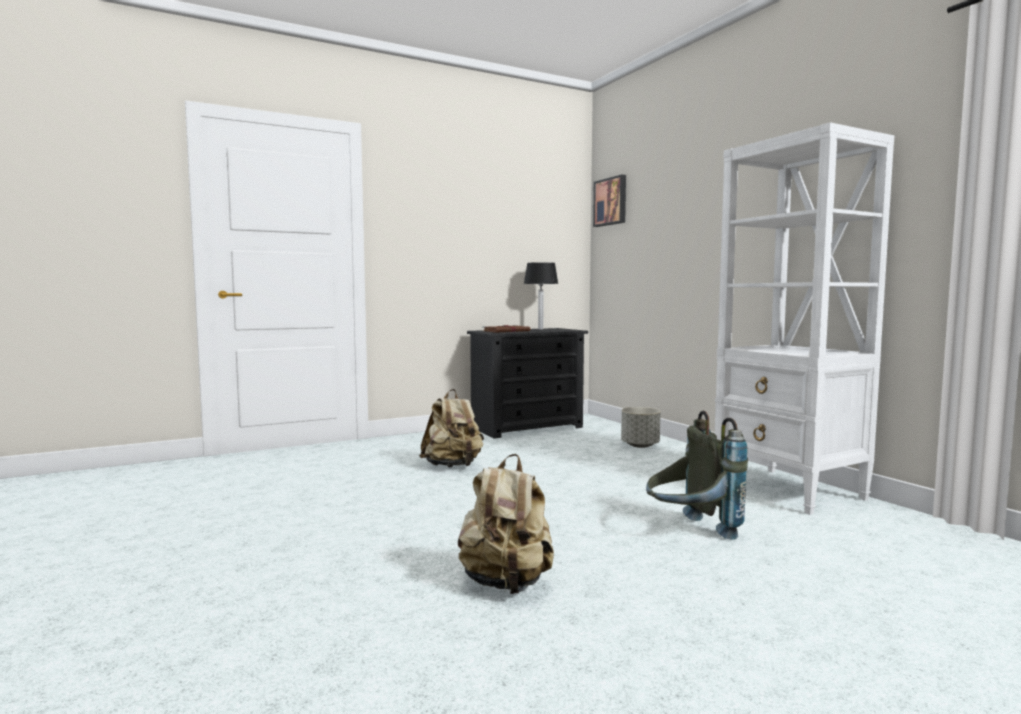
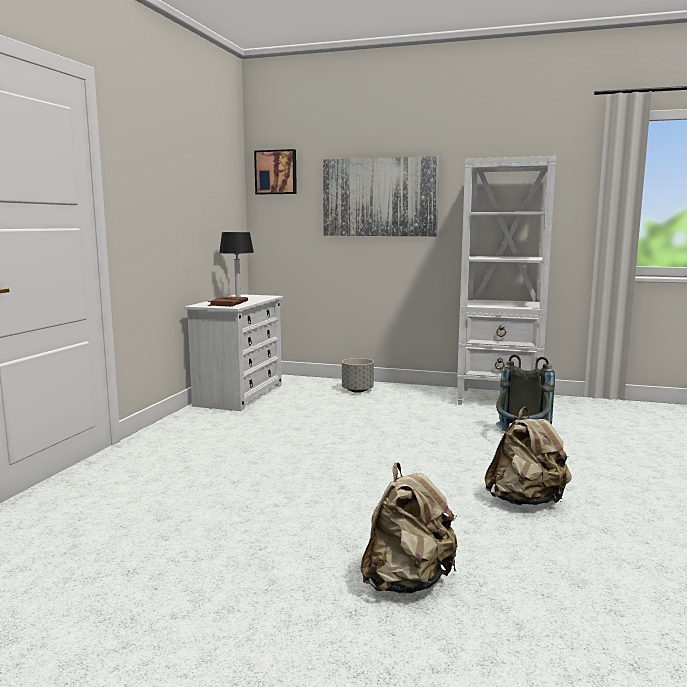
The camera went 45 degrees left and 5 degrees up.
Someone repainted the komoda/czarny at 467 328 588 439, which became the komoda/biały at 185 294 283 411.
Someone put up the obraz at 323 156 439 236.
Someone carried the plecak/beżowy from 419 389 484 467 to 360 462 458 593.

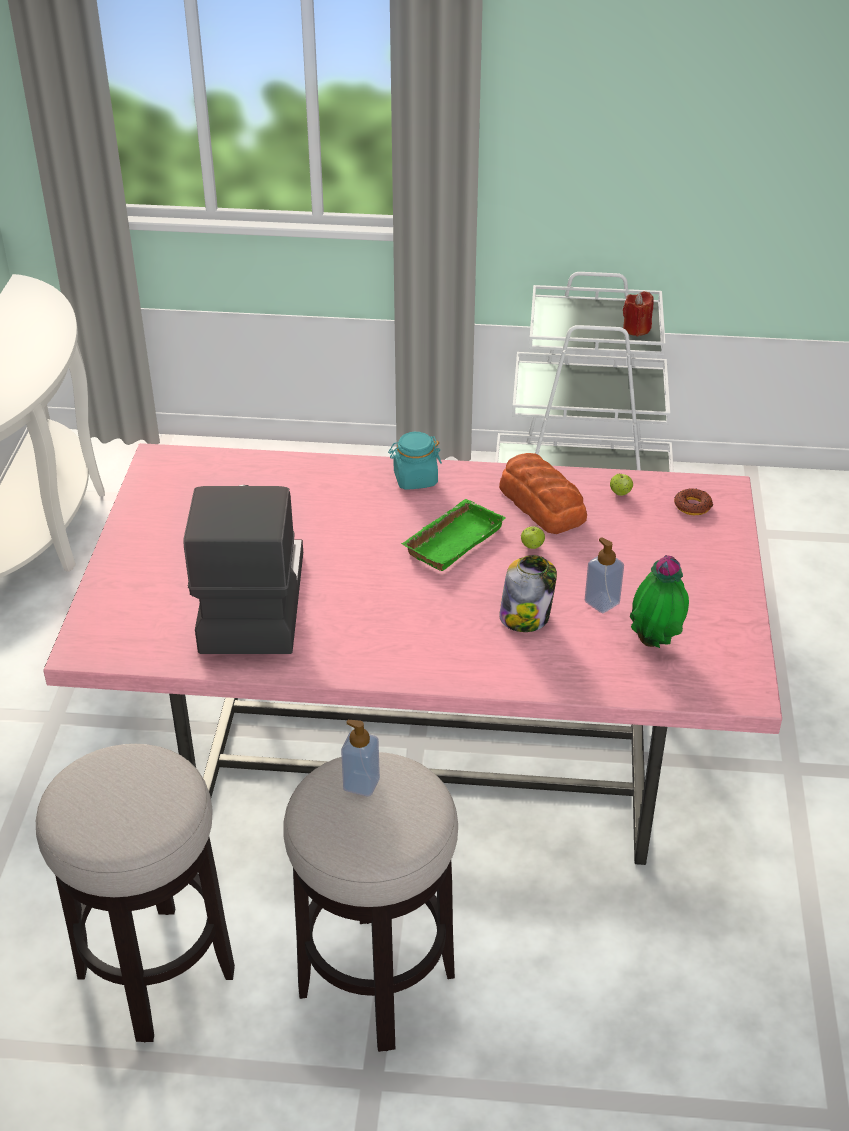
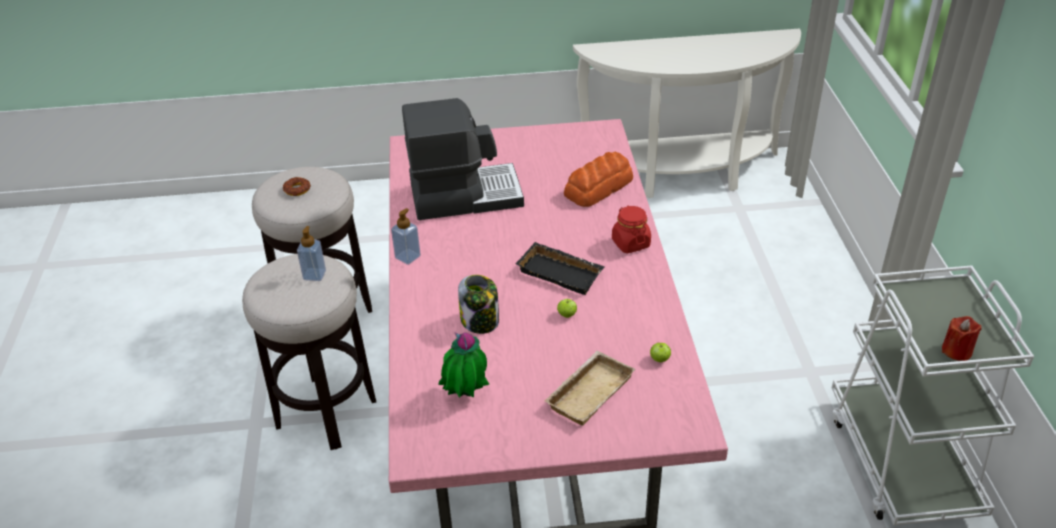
The camera went 80 degrees right and 0 degrees up.
Someone carried the donut from 674 489 713 515 to 283 177 310 196.
Someone carried the dozownik mydła from 585 537 624 613 to 391 208 421 265.
Someone repainted the taca/zielony at 401 499 506 571, which became the taca/czarny at 515 242 605 295.
Someone put down the taca/beżowy at 544 351 635 426.
Someone carried the chleb from 499 453 587 534 to 564 151 633 207.
Someone repainted the słoik/turkusowy at 388 432 442 490, which became the słoik/czerwony at 612 206 651 253.

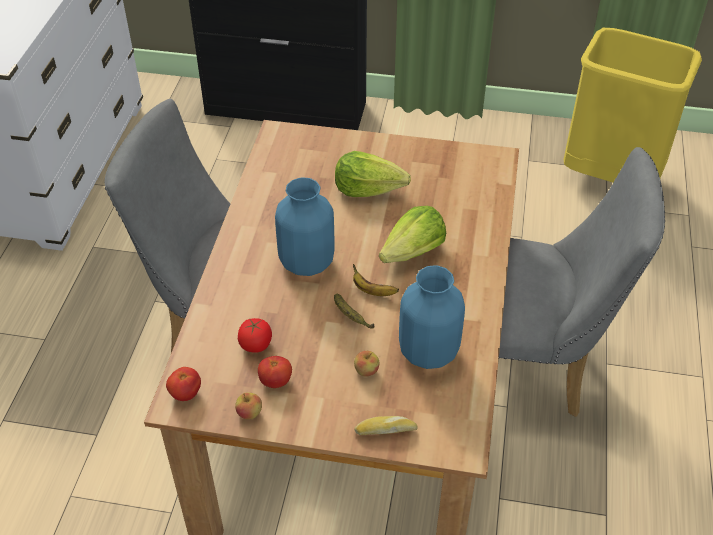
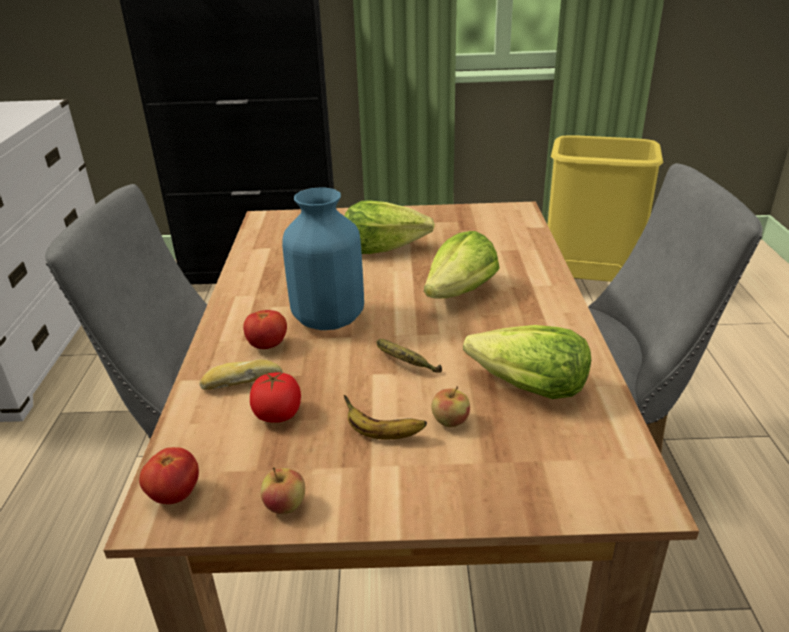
The camera went 10 degrees left and 15 degrees down.
Someone carried the chleb from 354 416 418 435 to 199 359 282 390.
Someone carried the pomidor from 258 356 292 388 to 243 310 287 349.
Someone carried the banan from 353 264 399 296 to 344 395 427 440.
Someone swapped the wazon/niebieski at 399 265 465 369 for the sałata at 463 325 591 399.

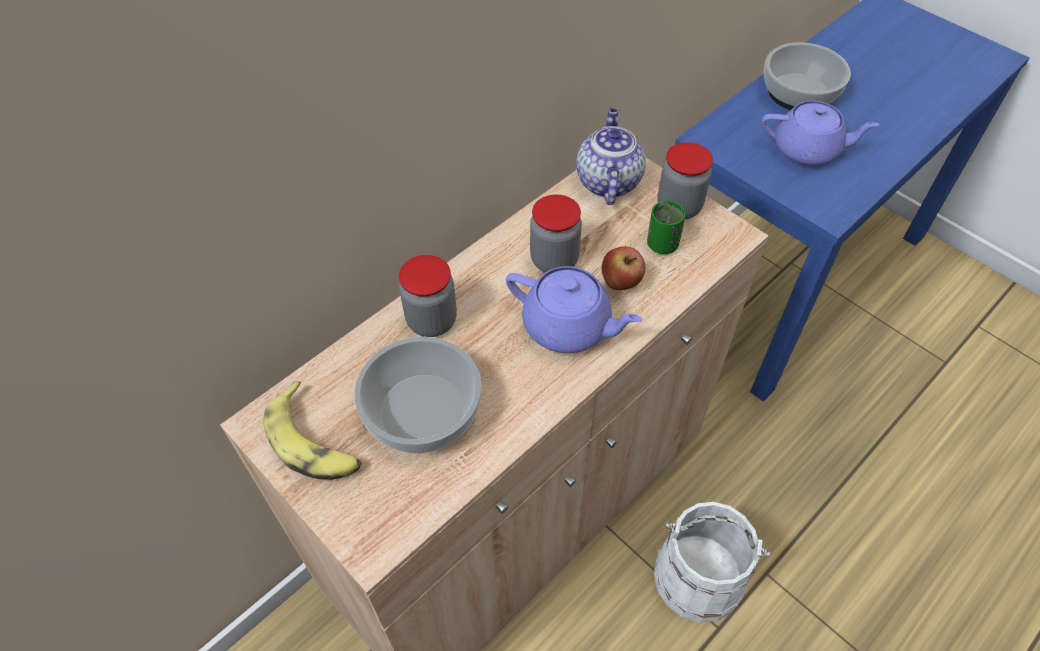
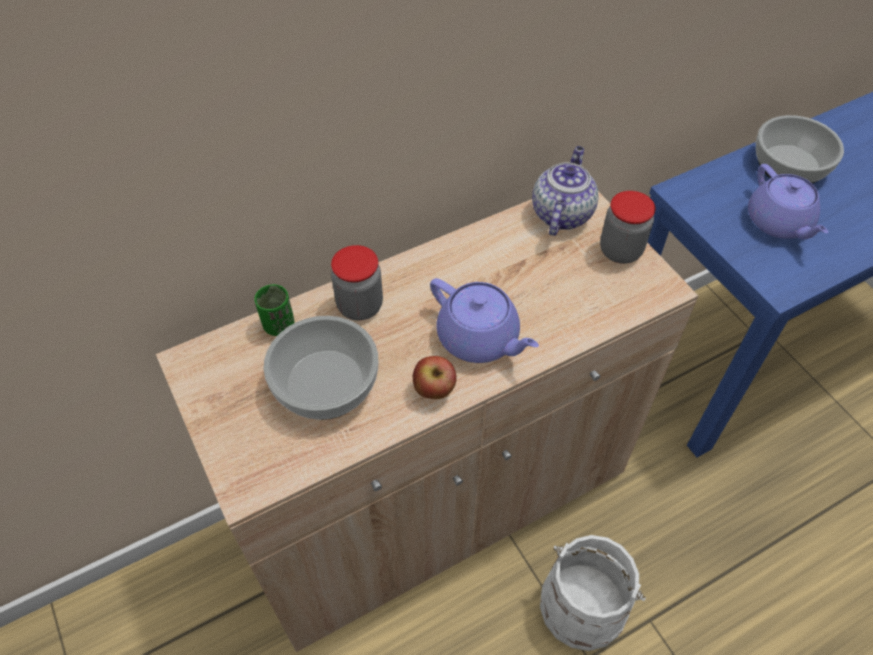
The camera went 15 degrees right and 0 degrees up.
Someone carried the filiżanka/zielony from 647 201 685 254 to 254 284 295 336.
Someone carried the jabłko from 601 246 645 290 to 413 356 456 399.
Someone rotated the imbryk/fioletowy at 761 101 880 166 by 45 degrees clockwise.
Someone took away the banan at 264 381 362 480.
Someone took away the słoik at 530 194 582 273.

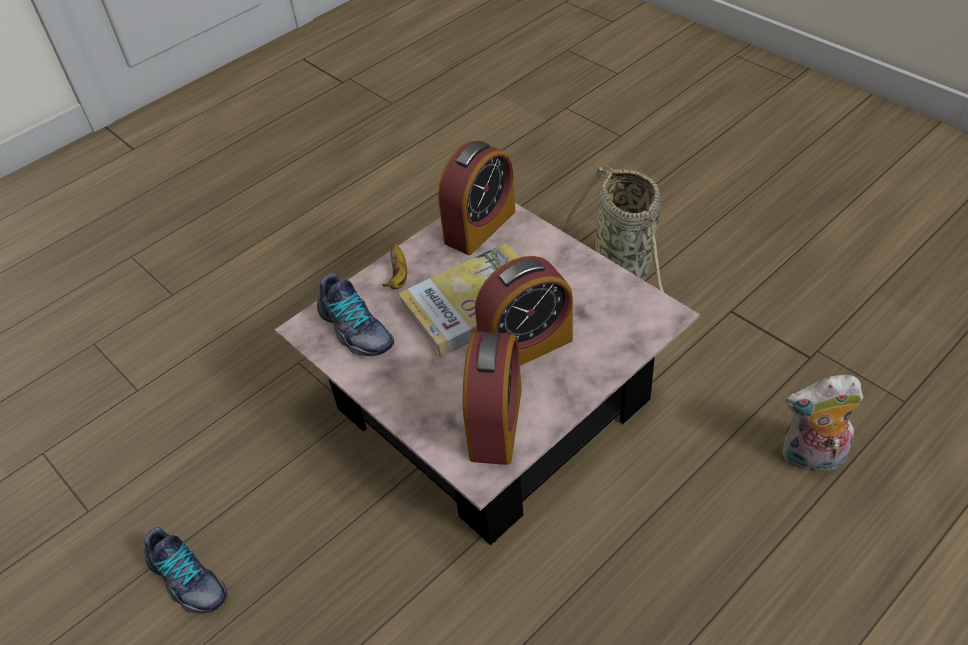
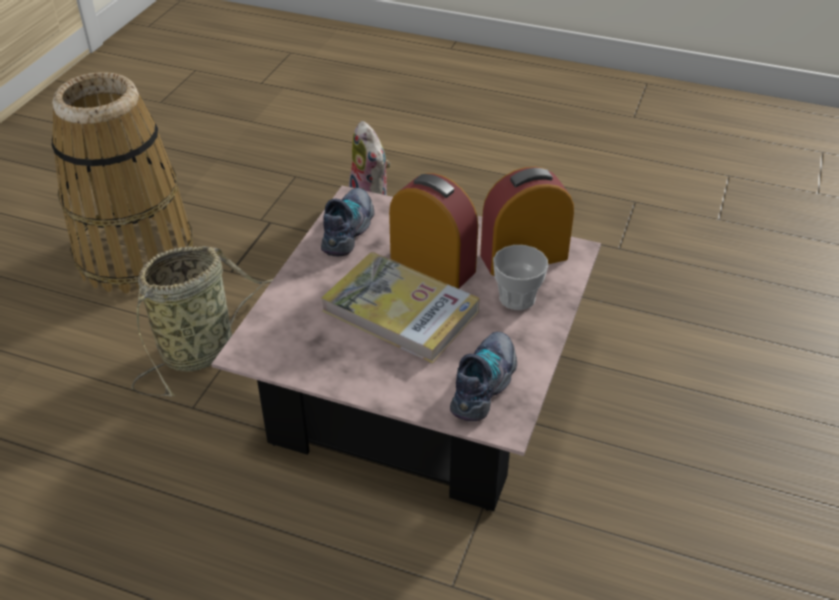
The camera went 120 degrees left and 5 degrees down.
Someone put down the koszyk at 52 72 194 293.
Someone carried the but from 144 527 227 613 to 321 188 375 257.
Someone put down the filiżanka at 493 245 548 310.
Someone took away the banan at 382 243 407 289.
Someone took away the budzik at 438 141 515 255.

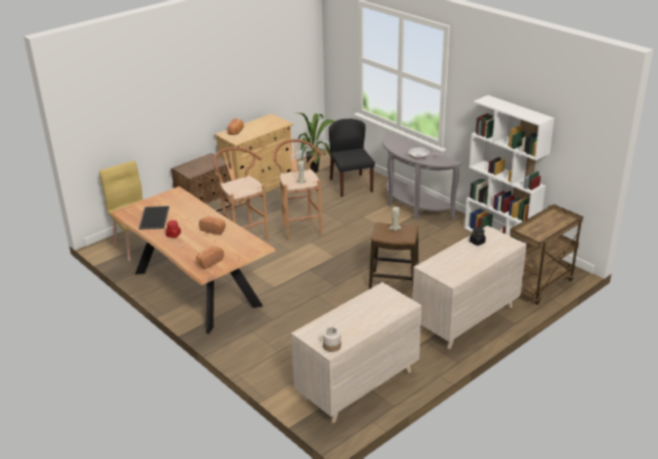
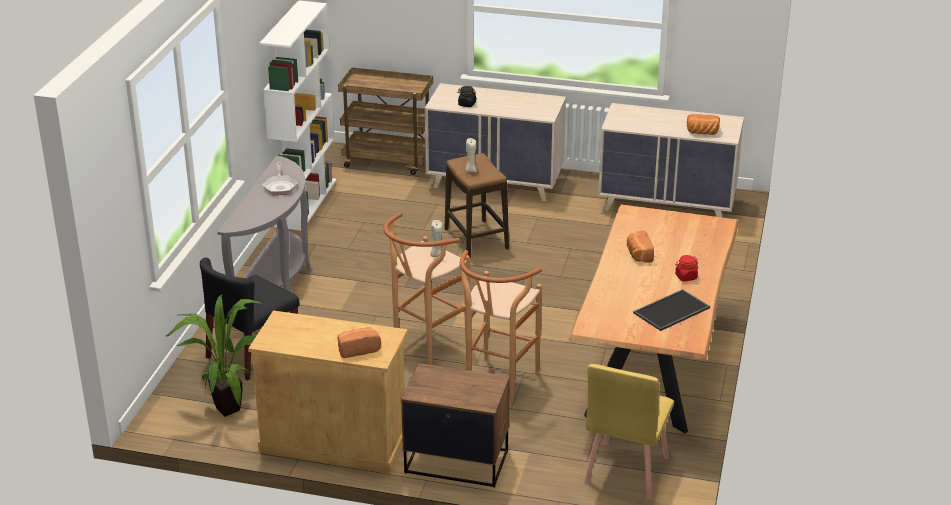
The camera went 125 degrees left and 0 degrees up.
Someone carried the chleb from 196 246 224 269 to 687 114 720 135.
Someone took away the słoik at 323 327 341 352.

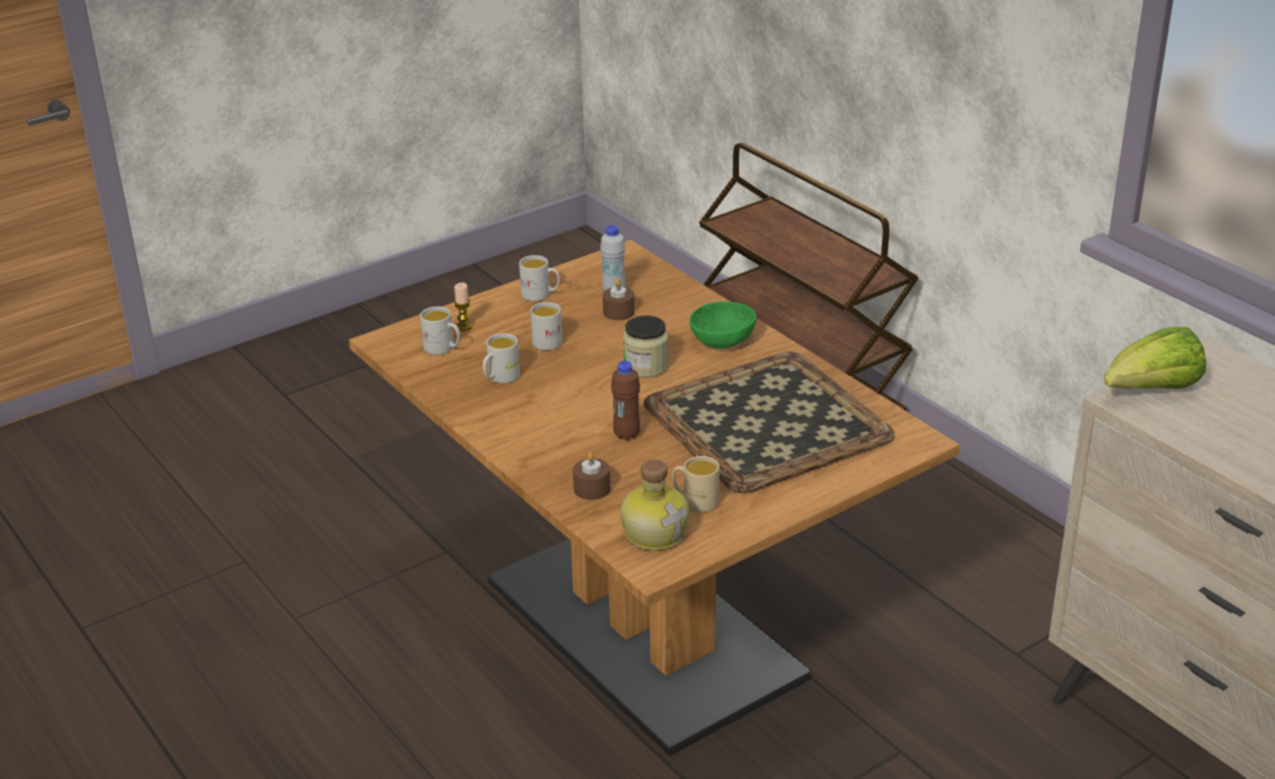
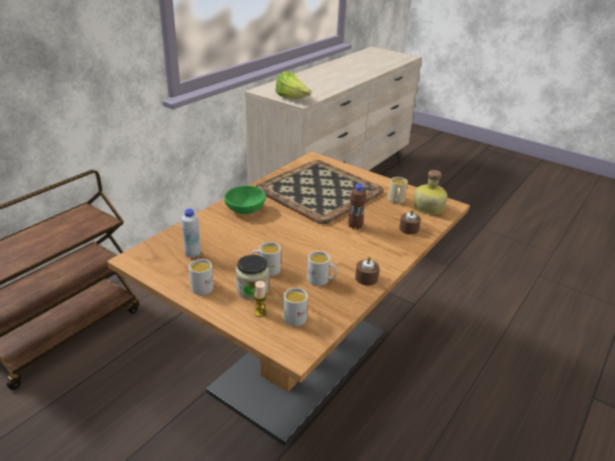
The camera went 110 degrees left and 0 degrees up.
Someone carried the słoik from 623 316 669 378 to 236 255 269 300.
Someone carried the świeca/brązowy from 603 279 635 320 to 355 256 379 285.

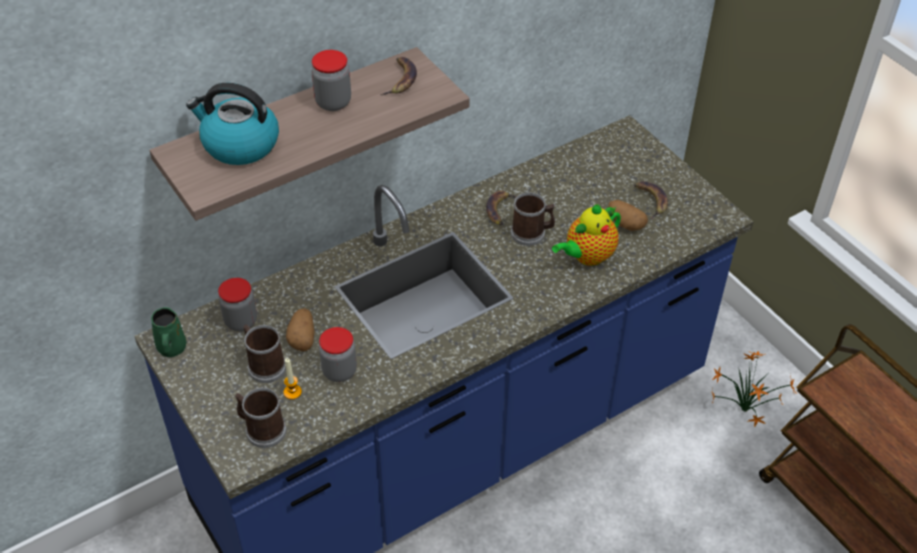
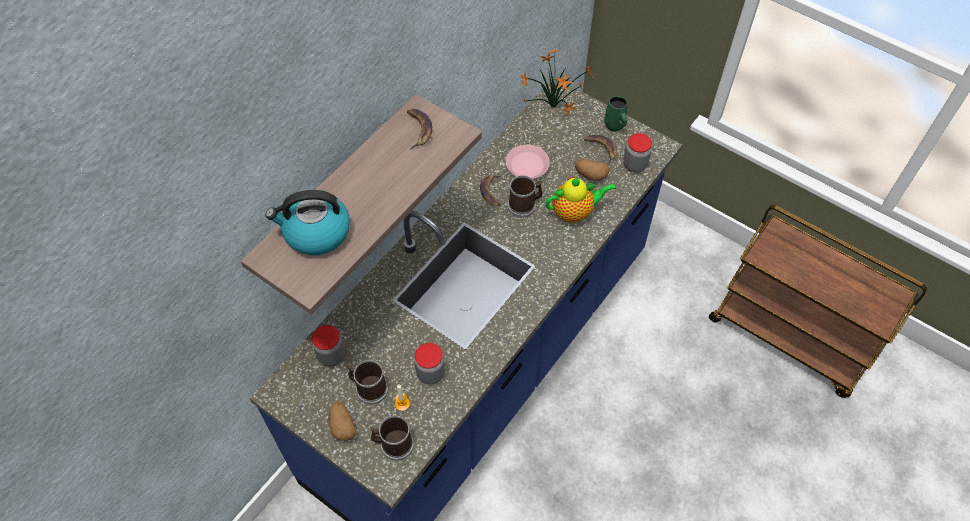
The camera went 20 degrees left and 10 degrees up.
Someone carried the ziemniak from 286 308 315 351 to 329 401 356 441.
Someone put down the talerz/różowy at 506 145 550 179.
Someone carried the roślina doniczkowa from 712 351 797 427 to 520 48 594 115.
Someone rotated the imbryk at 552 204 621 266 by 135 degrees counterclockwise.
Someone carried the kubek/zielony from 151 307 186 357 to 604 96 628 131.
Someone carried the słoik from 311 50 351 111 to 623 133 652 173.

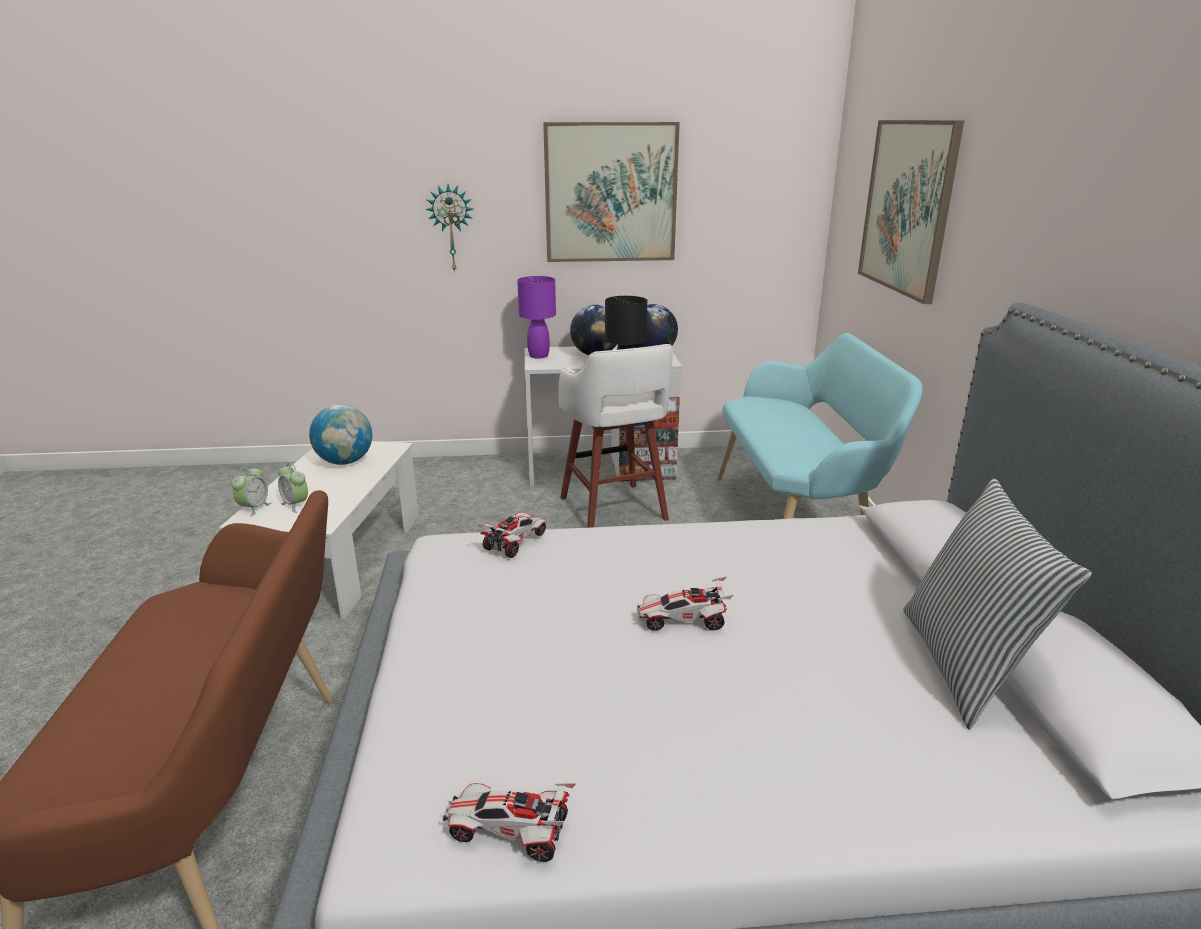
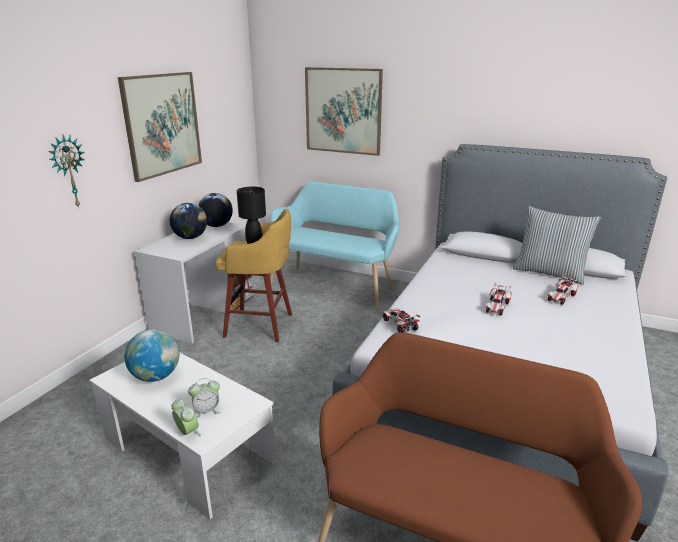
The camera went 60 degrees left and 0 degrees up.
Someone repainted the stołek/biały at 559 344 673 528, which became the stołek/żółty at 215 209 292 342.
Someone carried the samochodzik from 443 783 576 862 to 548 274 579 305.
Someone took away the lampa stołowa/fioletowy at 517 276 556 359.

